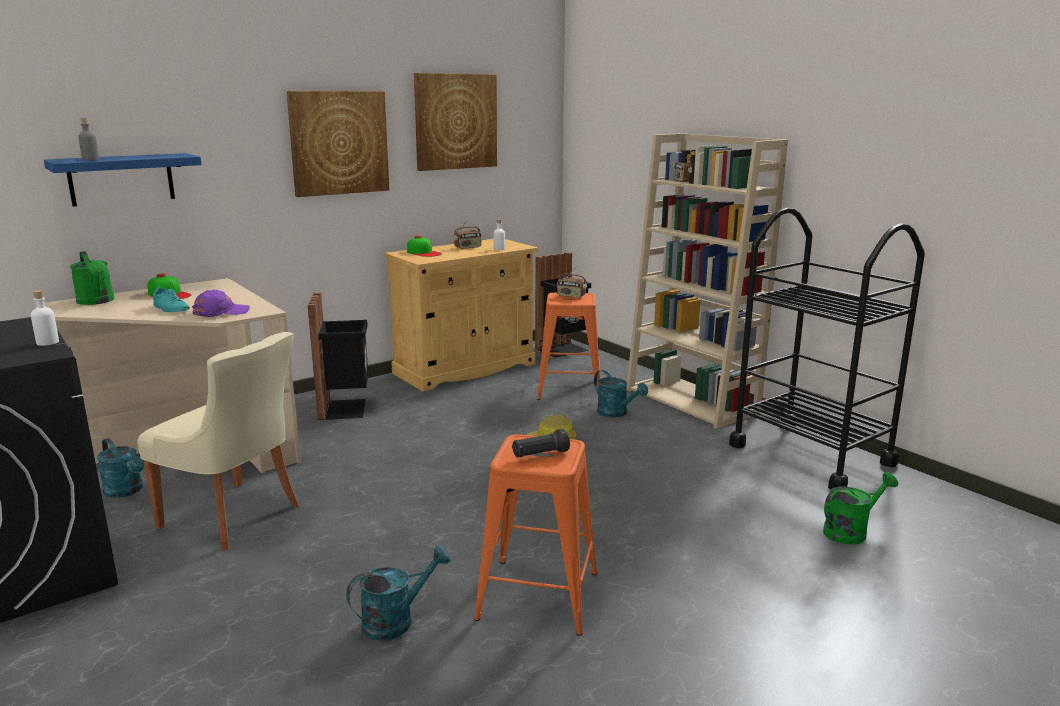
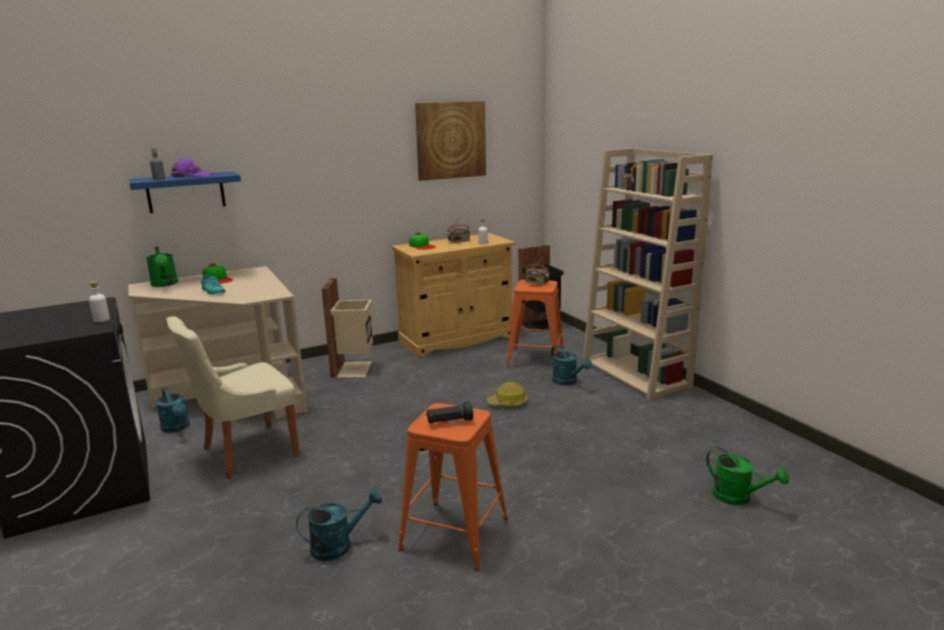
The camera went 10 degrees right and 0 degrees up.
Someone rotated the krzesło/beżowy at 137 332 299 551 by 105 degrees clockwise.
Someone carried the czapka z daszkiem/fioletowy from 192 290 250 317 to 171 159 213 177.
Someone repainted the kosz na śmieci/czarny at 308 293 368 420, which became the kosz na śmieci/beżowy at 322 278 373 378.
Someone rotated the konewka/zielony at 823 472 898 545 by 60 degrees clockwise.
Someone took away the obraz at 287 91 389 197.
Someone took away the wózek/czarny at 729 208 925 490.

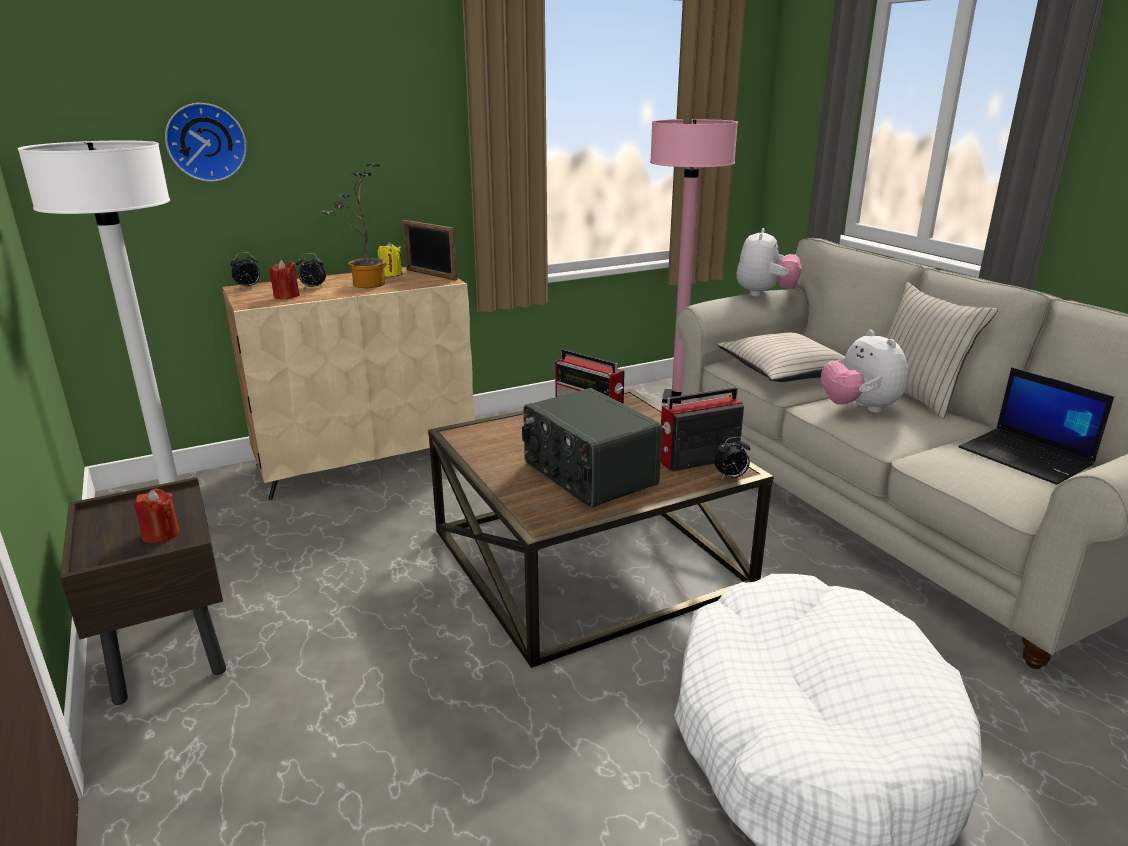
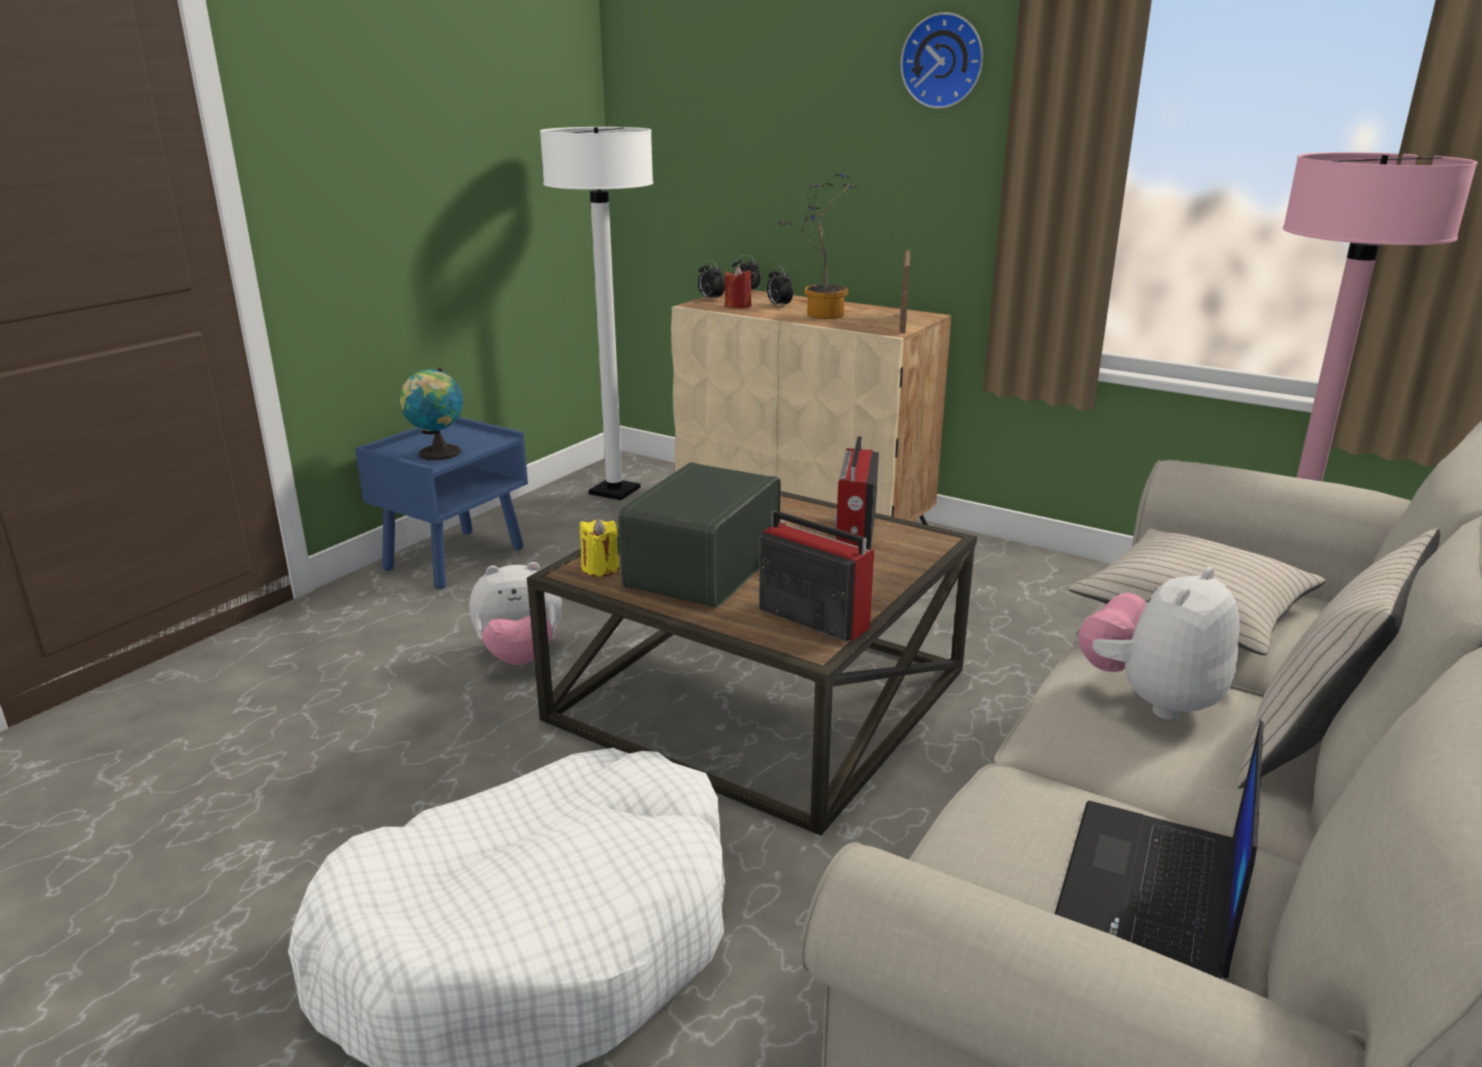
The camera went 60 degrees right and 0 degrees up.
Someone repainted the szafka nocna/brązowy at 60 477 226 705, which became the szafka nocna/niebieski at 355 417 528 589.
Someone swapped the świeca/czerwony at 134 489 180 543 for the globus at 400 368 463 460.
Someone carried the pluszak from 737 228 801 297 to 469 562 562 665.
Someone carried the świeca/żółty from 378 242 402 277 to 580 518 620 577.
Someone carried the budzik from 714 437 750 478 to 698 260 725 300.
Someone carried the zegar ścienny from 165 103 247 182 to 900 12 983 109.

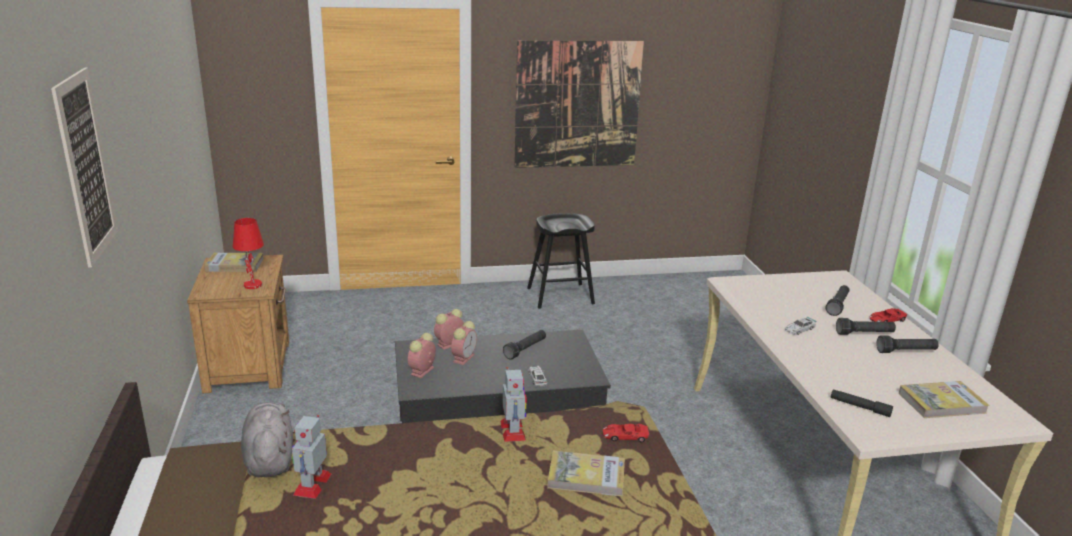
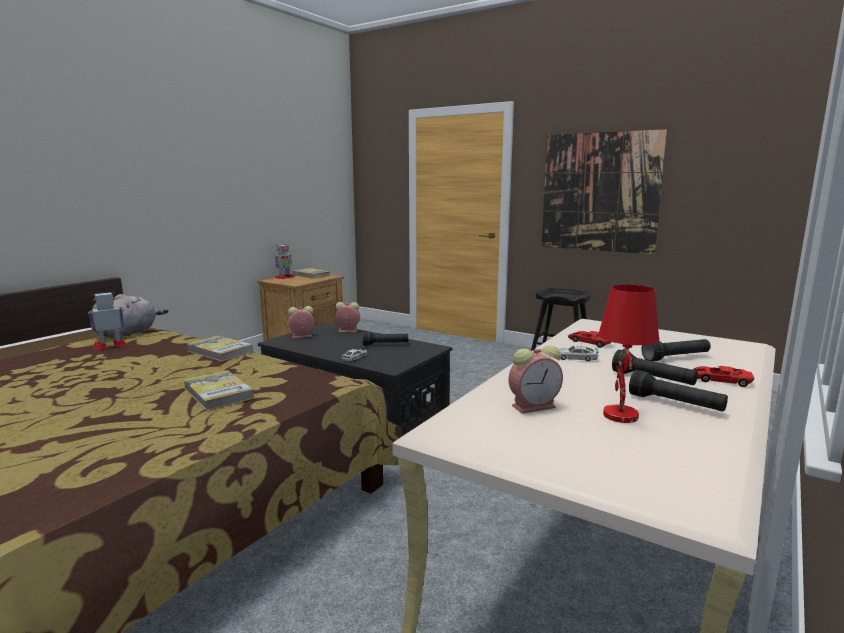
The camera went 45 degrees right and 10 degrees down.
Someone carried the książka from 899 381 990 418 to 187 336 253 361.
Someone carried the robot zabawkowy from 500 367 527 442 to 275 244 295 279.
Someone carried the budzik from 451 321 477 365 to 508 345 563 414.
Someone carried the samochodzik/czerwony from 603 424 649 443 to 568 331 611 348.
Someone carried the lampa stołowa/czerwony from 233 218 264 289 to 598 284 659 423.
Someone took away the obraz at 51 68 118 268.
Someone took away the latarka/czarny at 831 390 893 417.

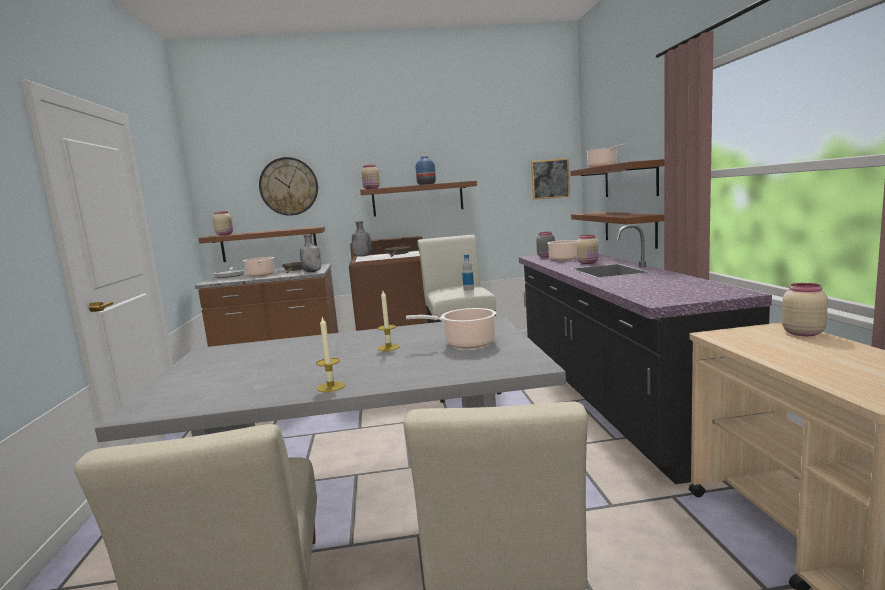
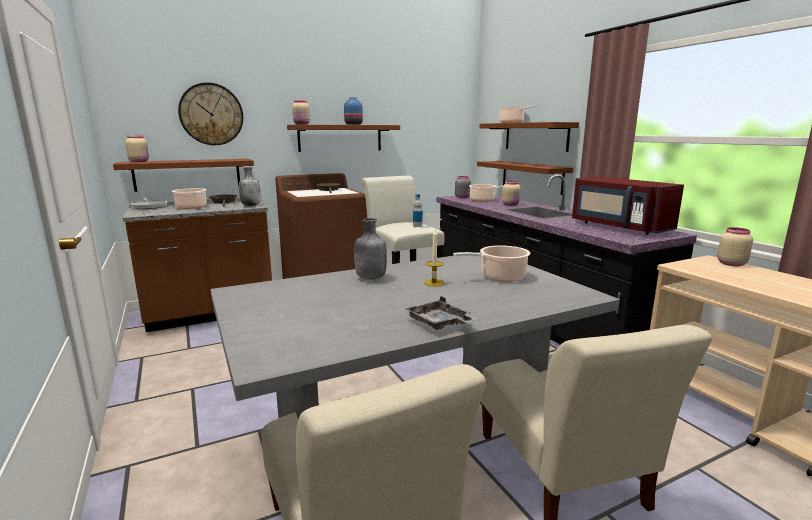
The camera went 20 degrees left and 5 degrees up.
Someone carried the butelka/szary from 352 221 371 257 to 354 218 387 280.
Someone swapped the świeca at 316 317 345 392 for the taca/szary at 406 296 477 330.
Someone put down the mikrofalówka/czerwony at 572 177 684 235.
Someone took away the obraz at 531 158 570 200.

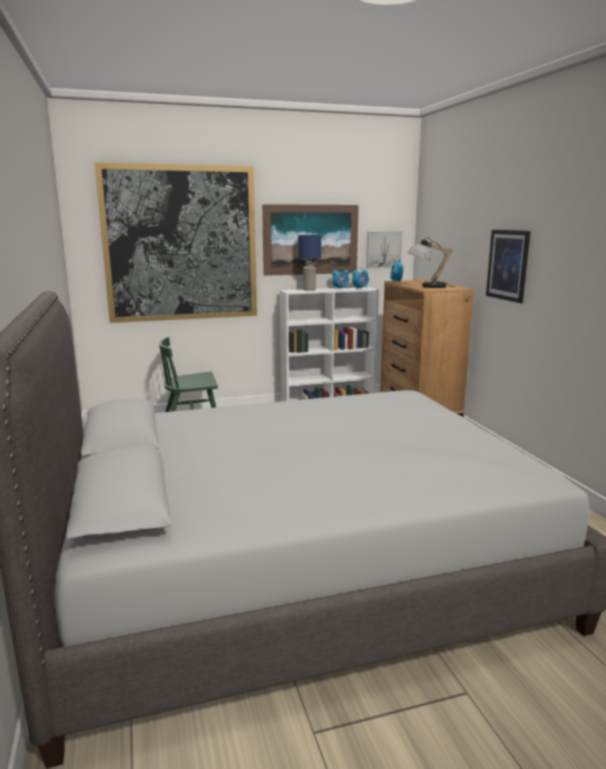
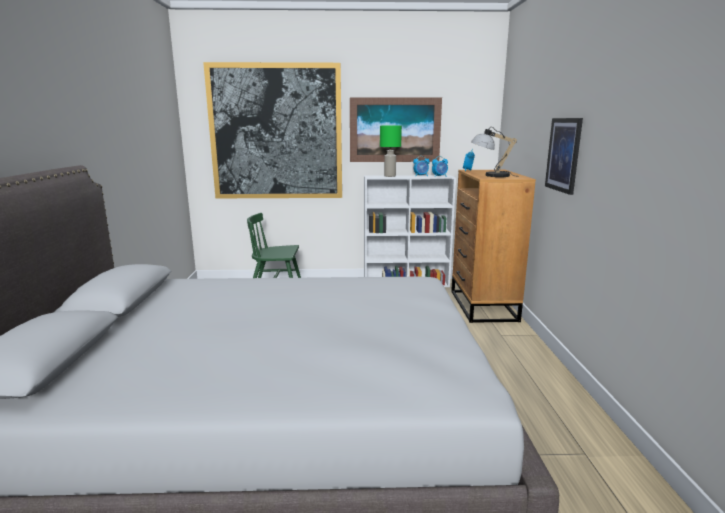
The camera went 15 degrees right and 0 degrees up.
Someone repainted the lampa stołowa/niebieski at 298 235 321 291, which became the lampa stołowa/zielony at 380 126 402 177.
Someone took away the obraz at 366 231 403 269.

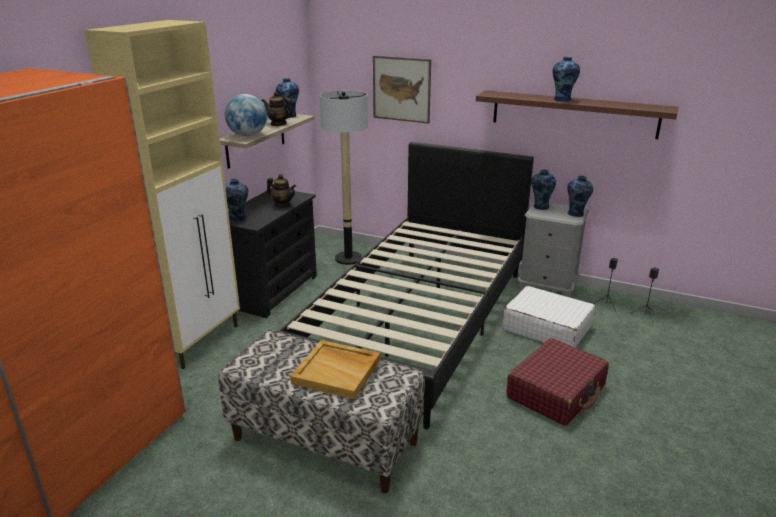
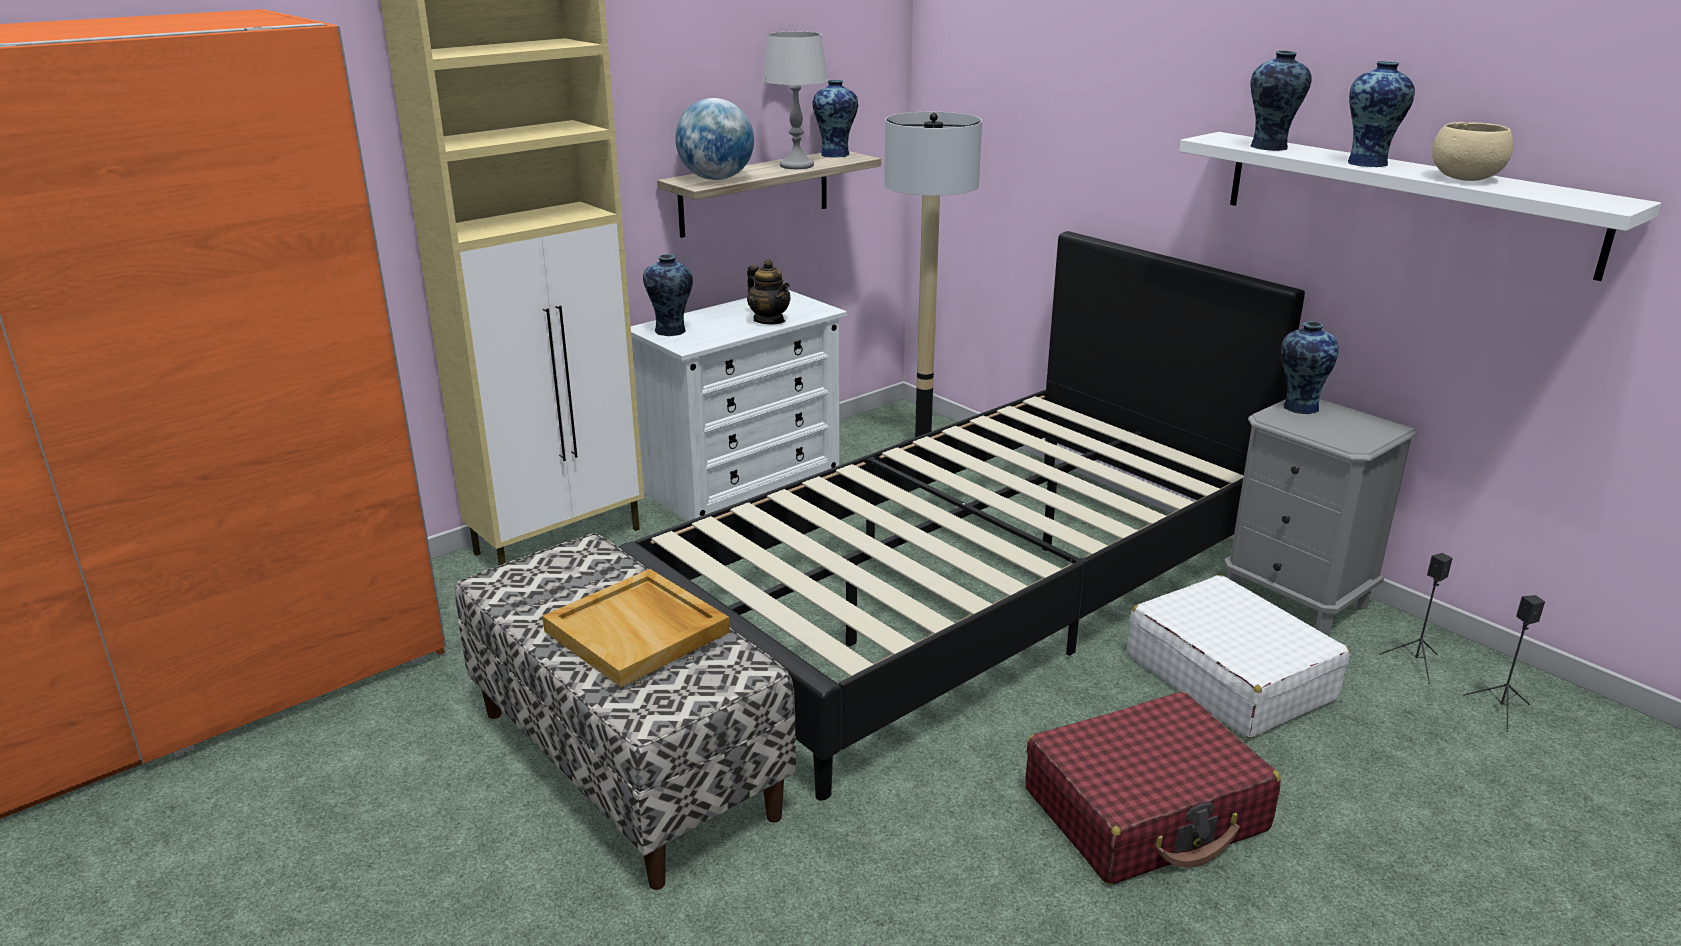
The camera went 25 degrees right and 0 degrees up.
Someone repainted the komoda/czarny at 228 188 317 318, which became the komoda/biały at 631 290 847 521.
Someone swapped the imbryk at 262 92 294 126 for the lampa stołowa/szary at 763 31 828 169.
Someone repainted the półka/brązowy at 476 91 678 139, which became the półka/biały at 1179 132 1661 281.
Someone carried the wazon from 567 176 593 217 to 1250 51 1312 151.
Someone put down the miska/beżowy at 1432 122 1513 181.
Someone took away the obraz at 373 56 431 124.

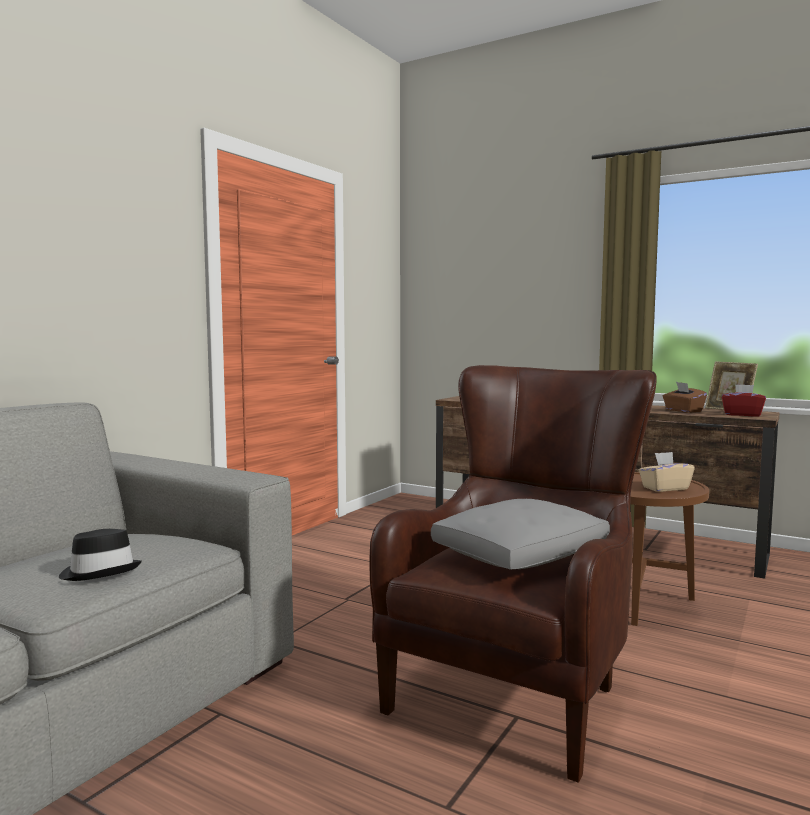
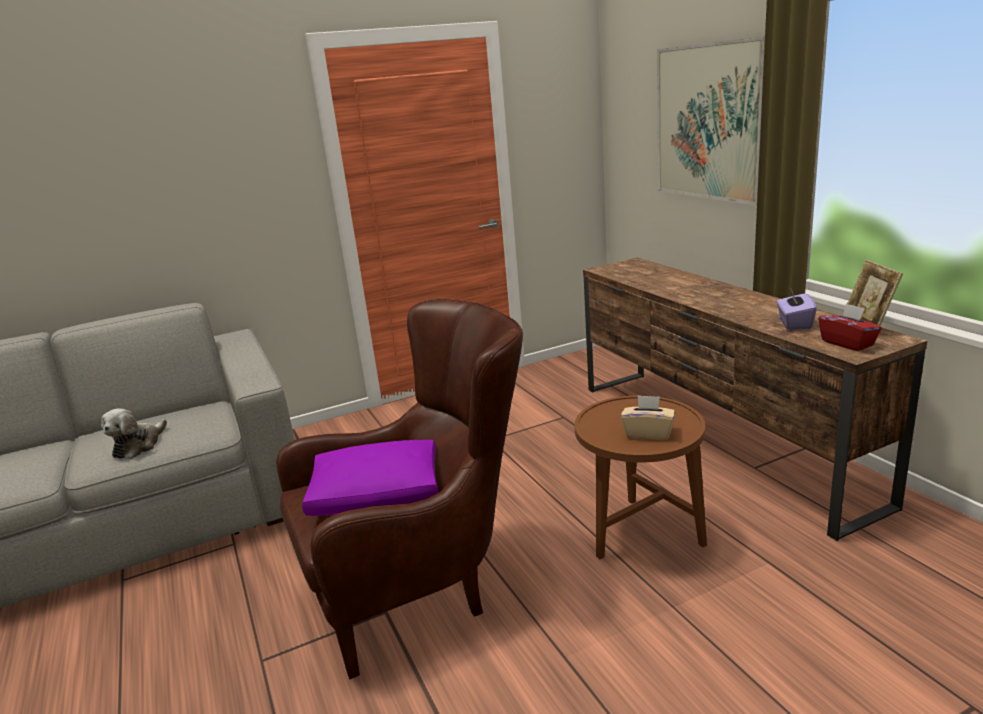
The camera went 35 degrees right and 15 degrees up.
Someone swapped the kapelusz/czarny at 59 529 142 581 for the pluszak at 101 408 167 459.
Someone repainted the poduszka/szary at 431 499 610 570, which became the poduszka/fioletowy at 302 440 438 516.
Someone put up the obraz at 657 36 765 206.
Someone repainted the pudełko chusteczek/brązowy at 663 382 707 413, which became the pudełko chusteczek/fioletowy at 777 289 817 330.

